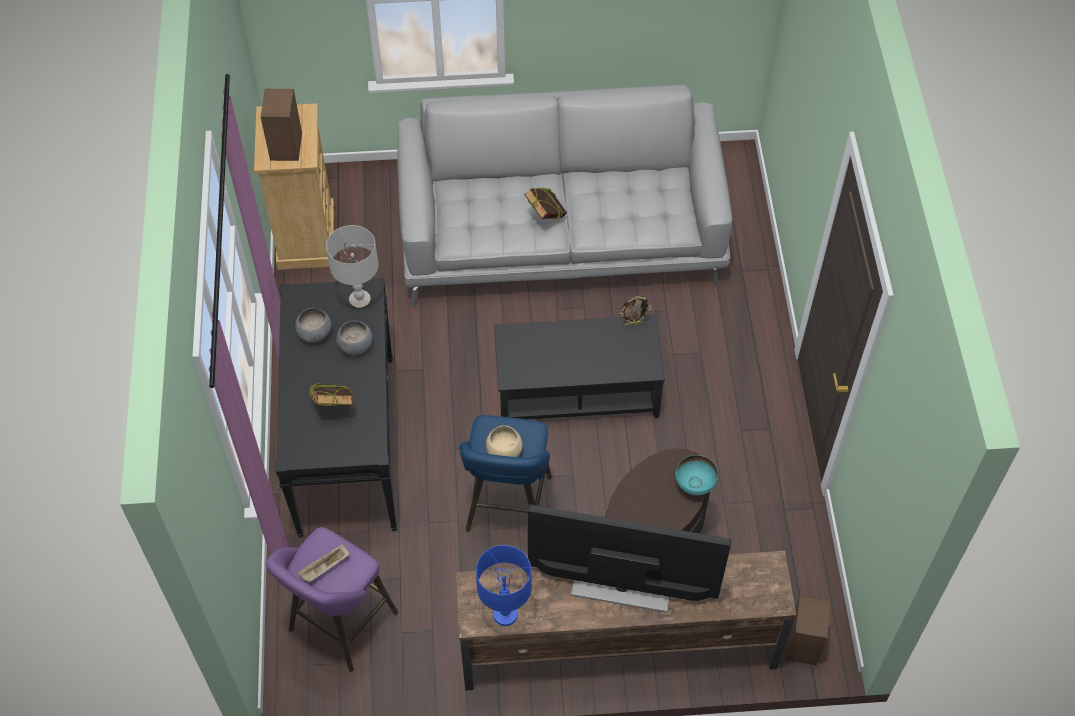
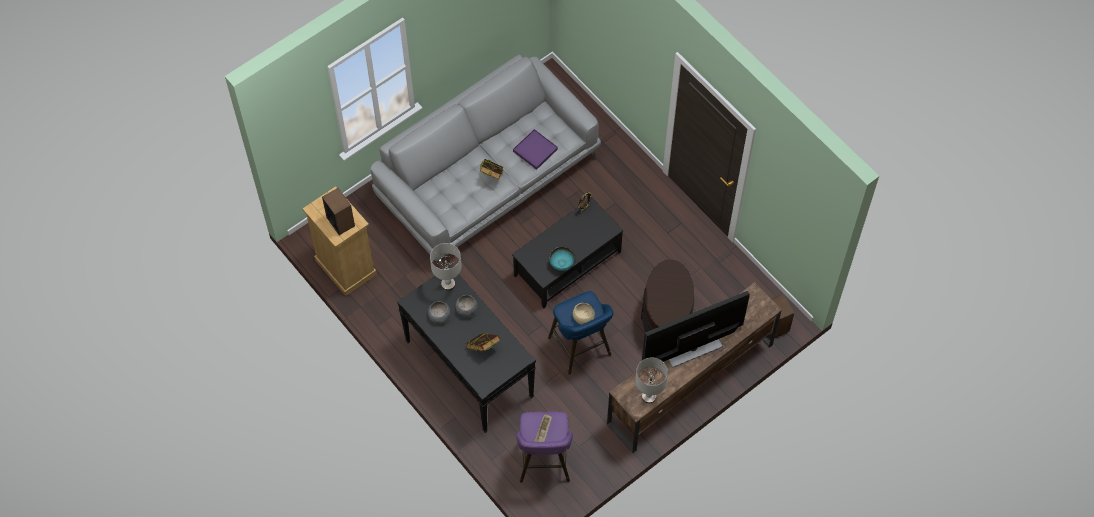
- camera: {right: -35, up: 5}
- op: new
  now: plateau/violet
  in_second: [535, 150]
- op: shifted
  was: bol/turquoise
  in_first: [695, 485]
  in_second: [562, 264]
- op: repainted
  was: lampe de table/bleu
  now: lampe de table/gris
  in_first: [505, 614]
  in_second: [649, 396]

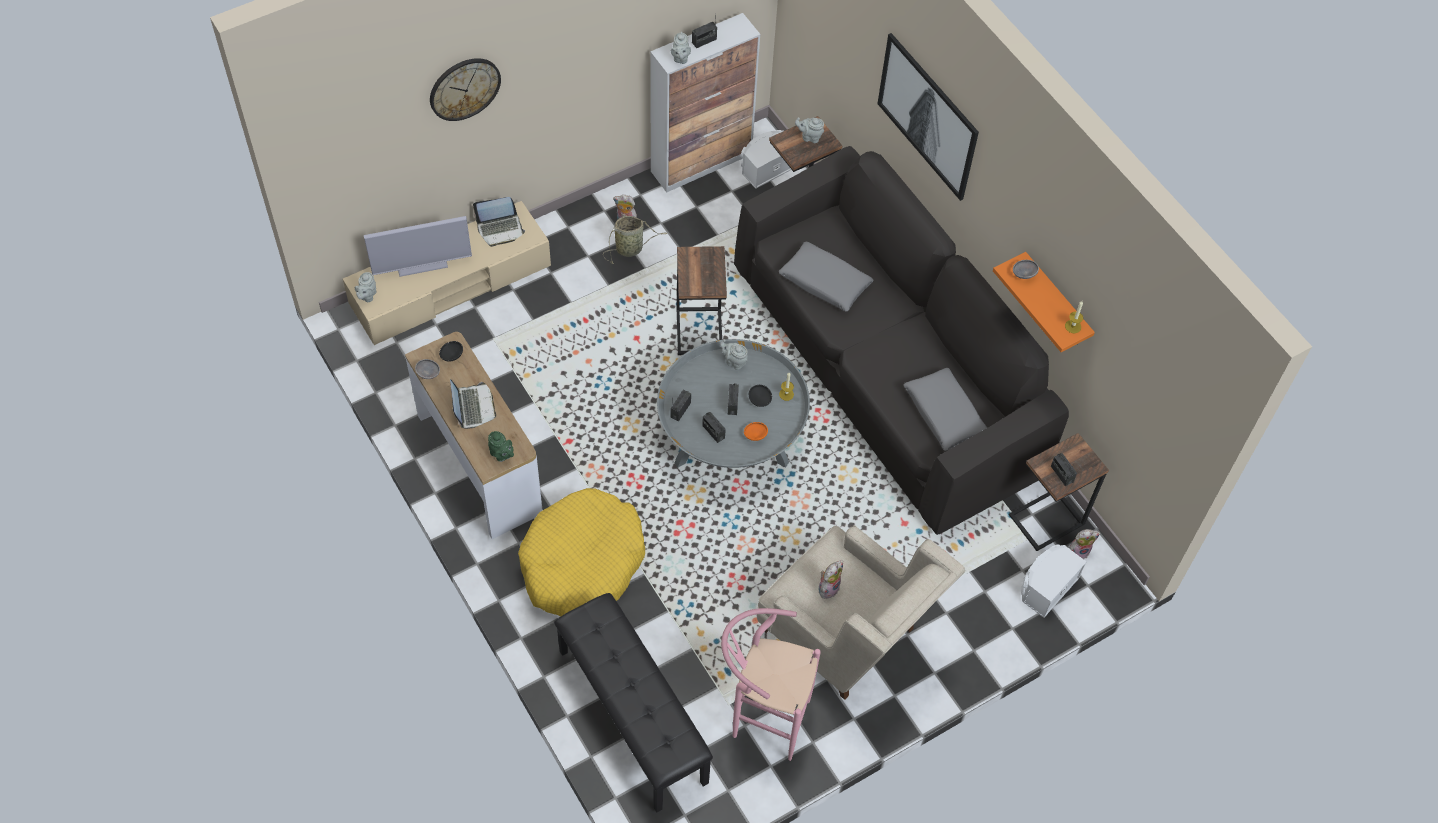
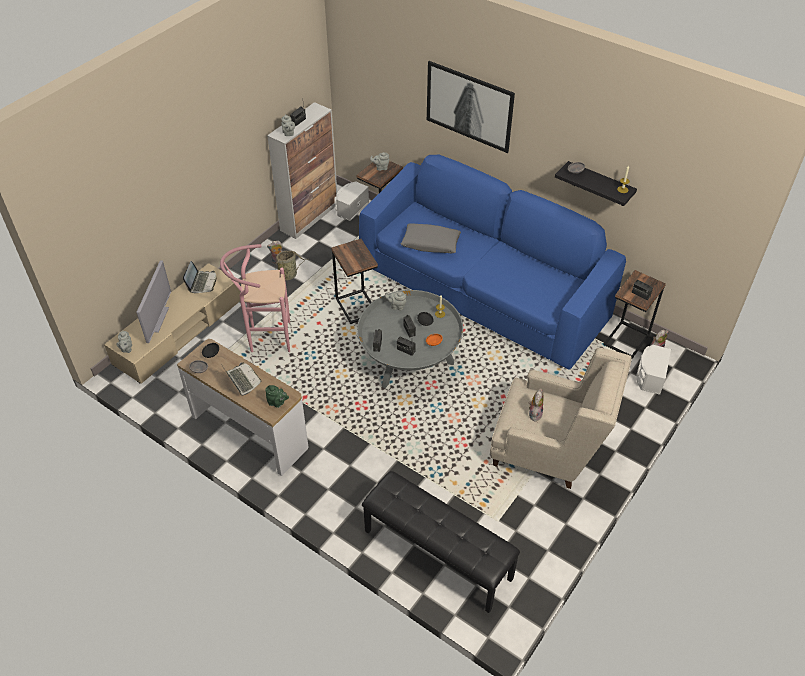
- camera: {right: -20, up: -10}
- op: rotated
  was: téléviseur
  in_first: [422, 265]
  in_second: [157, 319]
  clockwise: -45
- op: rotated
  was: ordinateur portable
  in_first: [500, 229]
  in_second: [202, 282]
  clockwise: -45
- op: shifted
  was: tabouret/rose
  in_first: [762, 718]
  in_second: [265, 338]
- op: repainted
  was: canapé/noir
  now: canapé/bleu
  in_first: [885, 370]
  in_second: [483, 291]
- op: repainted
  was: étagère/orange
  now: étagère/noir
  in_first: [1056, 302]
  in_second: [600, 185]
- op: gone
  was: horloge murale
  in_first: [464, 88]
- op: gone
  was: panier pour chien/jaune
  in_first: [582, 563]
- op: gone
  was: coussin/gris
  in_first: [944, 414]

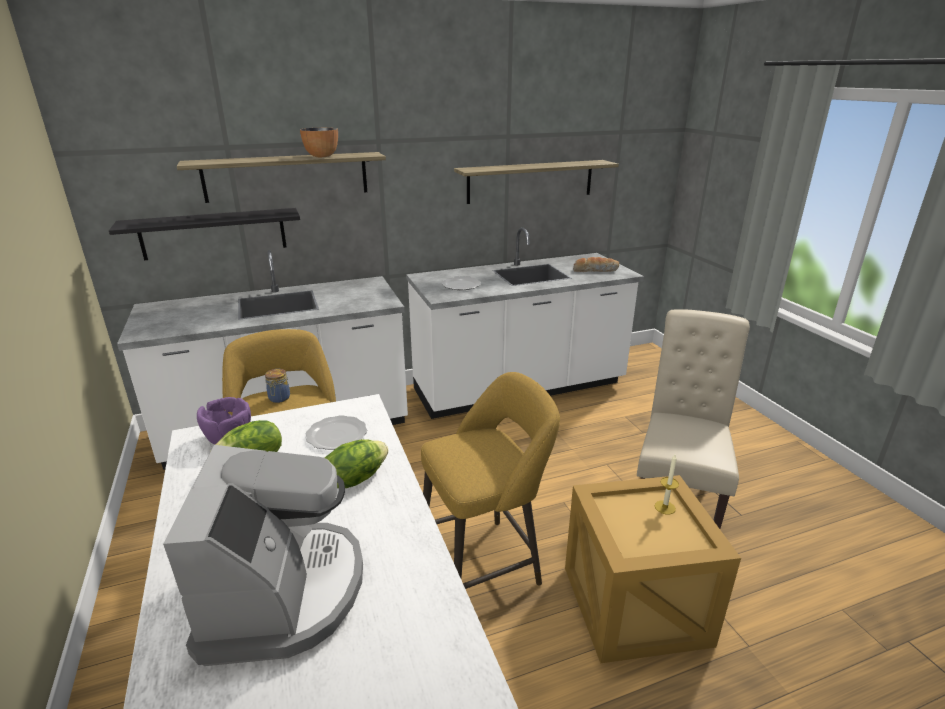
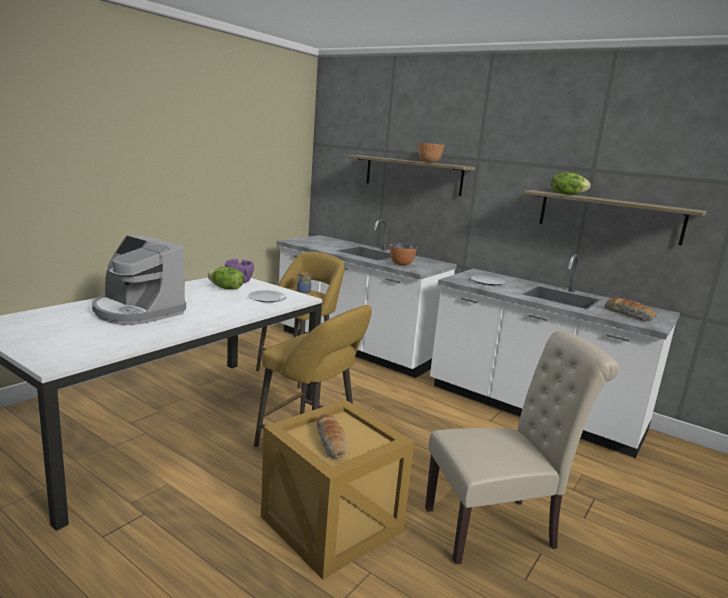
- camera: {right: 55, up: -10}
- op: rotated
  was: machine à café
  in_first: [283, 592]
  in_second: [137, 311]
  clockwise: 75
- op: new
  now: pain
  in_second: [331, 442]
- op: new
  now: bol
  in_second: [401, 264]
- op: shifted
  was: laitue
  in_first: [355, 478]
  in_second: [567, 194]
- op: gone
  was: étagère/noir
  in_first: [214, 233]
- op: gone
  was: bougie
  in_first: [665, 507]

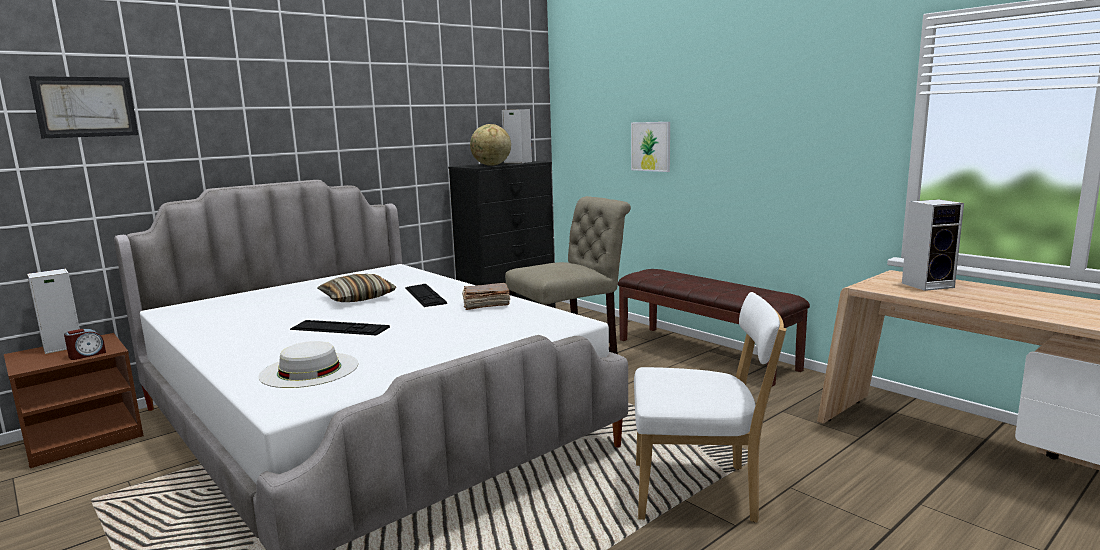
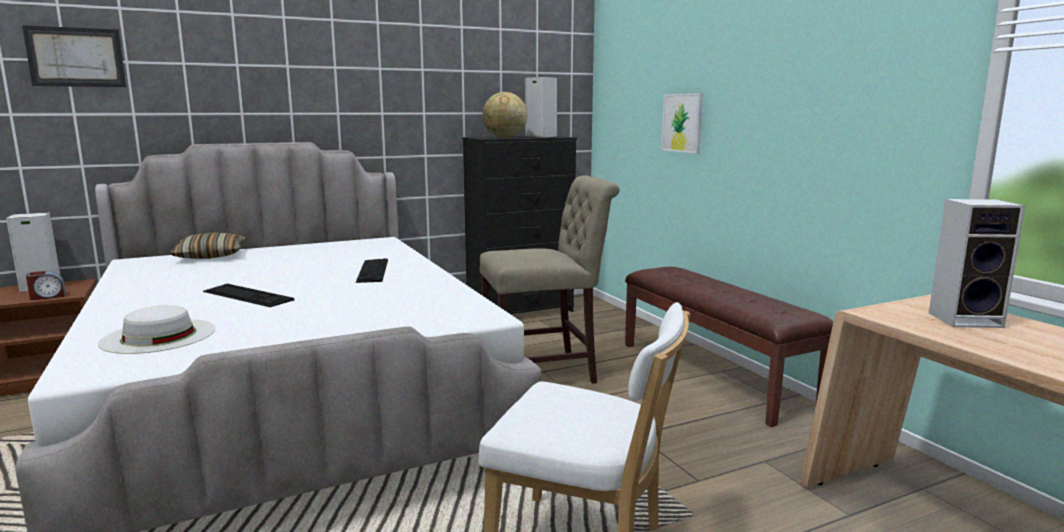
- camera: {right: 15, up: 0}
- op: shifted
  was: coussin
  in_first: [357, 298]
  in_second: [211, 256]
- op: gone
  was: livre/marron
  in_first: [485, 305]

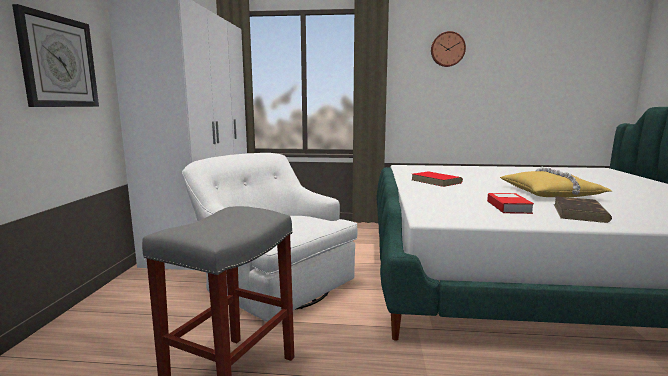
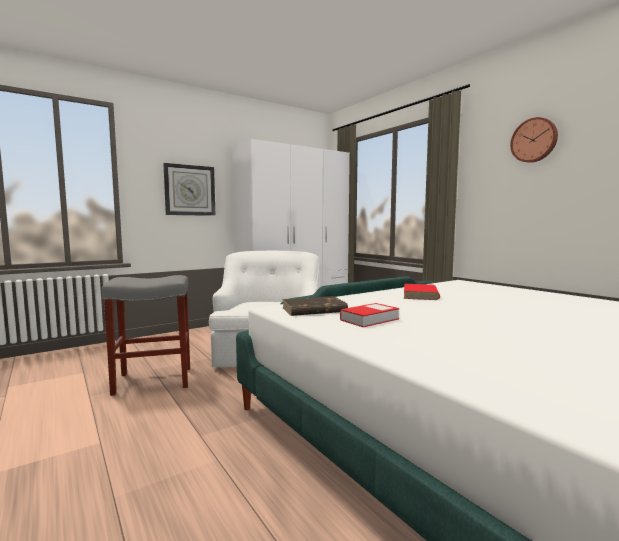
- camera: {right: 50, up: -5}
- op: shifted
  was: livre/marron
  in_first: [580, 213]
  in_second: [313, 310]
- op: gone
  was: coussin/jaune
  in_first: [550, 193]

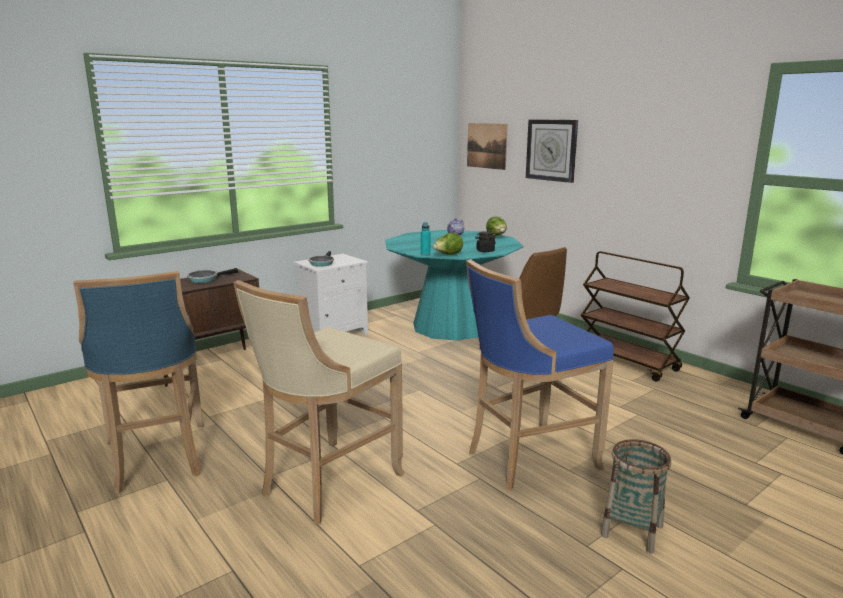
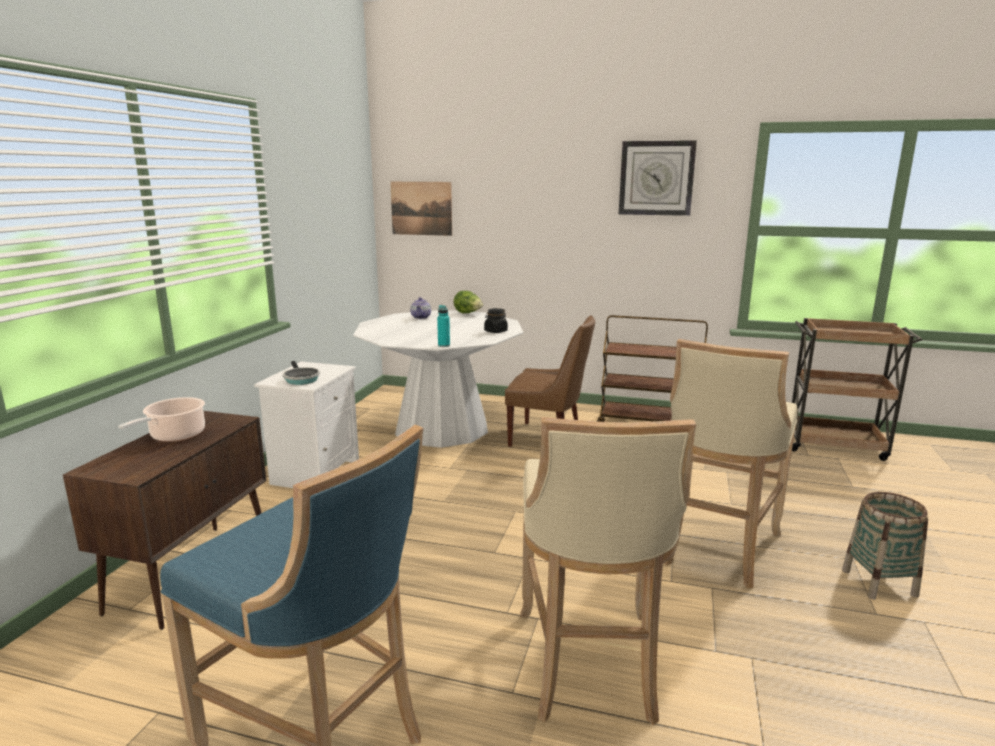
- camera: {right: -35, up: 0}
- op: swapped
  was: poêle
  now: marmite
  in_first: [205, 279]
  in_second: [175, 436]
- op: repainted
  was: table à manger/turquoise
  now: table à manger/blanc
  in_first: [451, 326]
  in_second: [442, 428]
- op: shifted
  was: horloge murale
  in_first: [551, 150]
  in_second: [656, 178]
- op: repainted
  was: tabouret/bleu
  now: tabouret/beige
  in_first: [527, 459]
  in_second: [716, 549]
- op: gone
  was: laitue
  in_first: [448, 255]

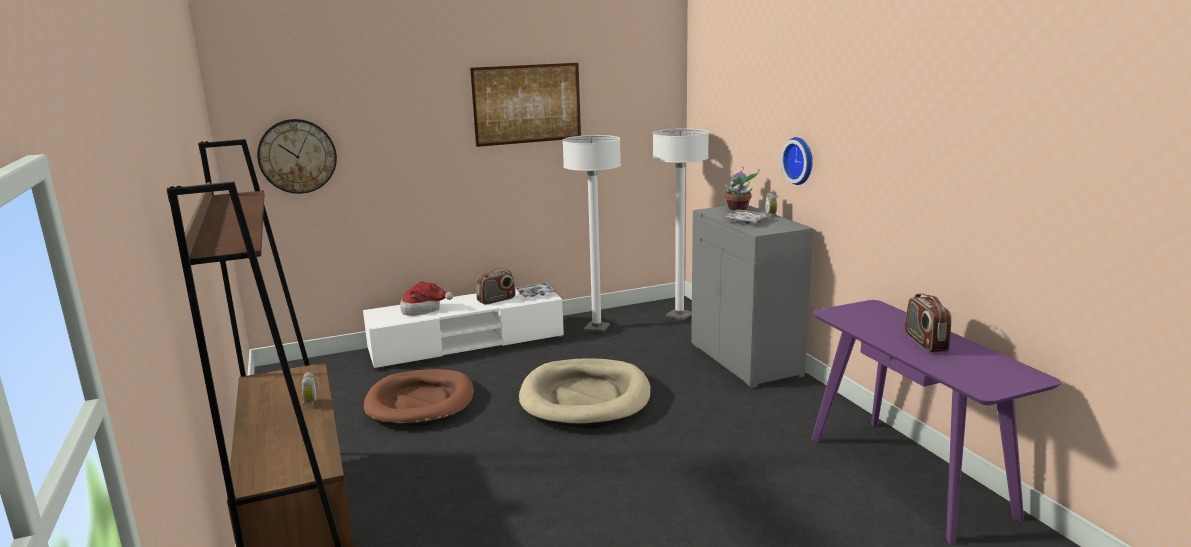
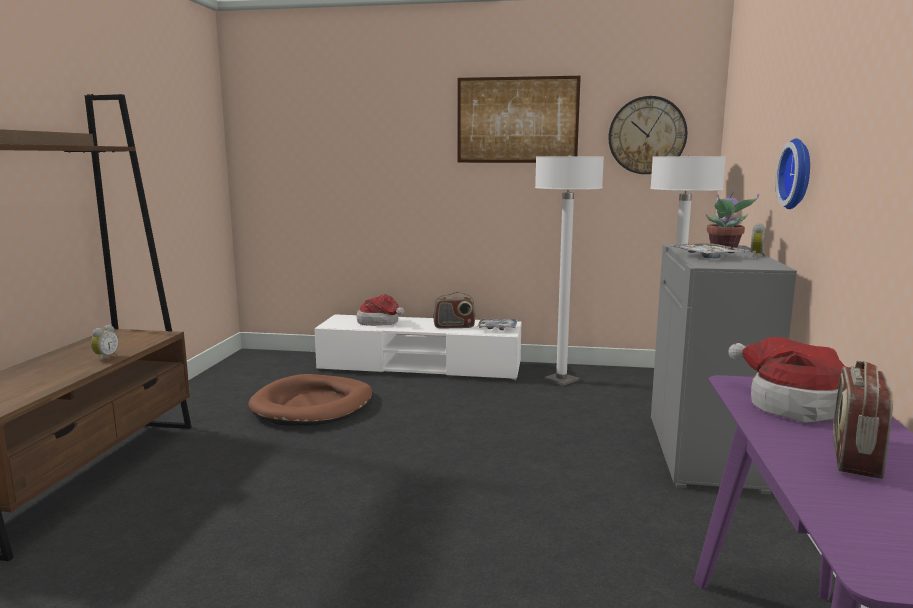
- camera: {right: 30, up: -5}
- op: shifted
  was: horloge murale
  in_first: [297, 156]
  in_second: [647, 135]
- op: new
  now: chapeau
  in_second: [792, 405]
- op: gone
  was: panier pour chien/beige
  in_first: [585, 398]

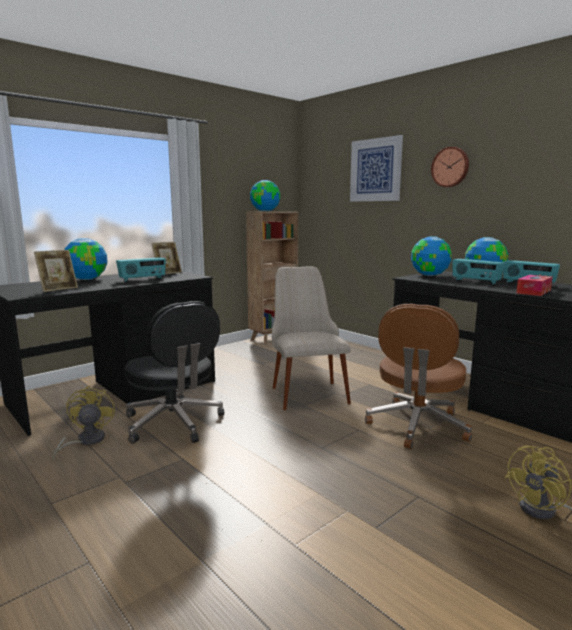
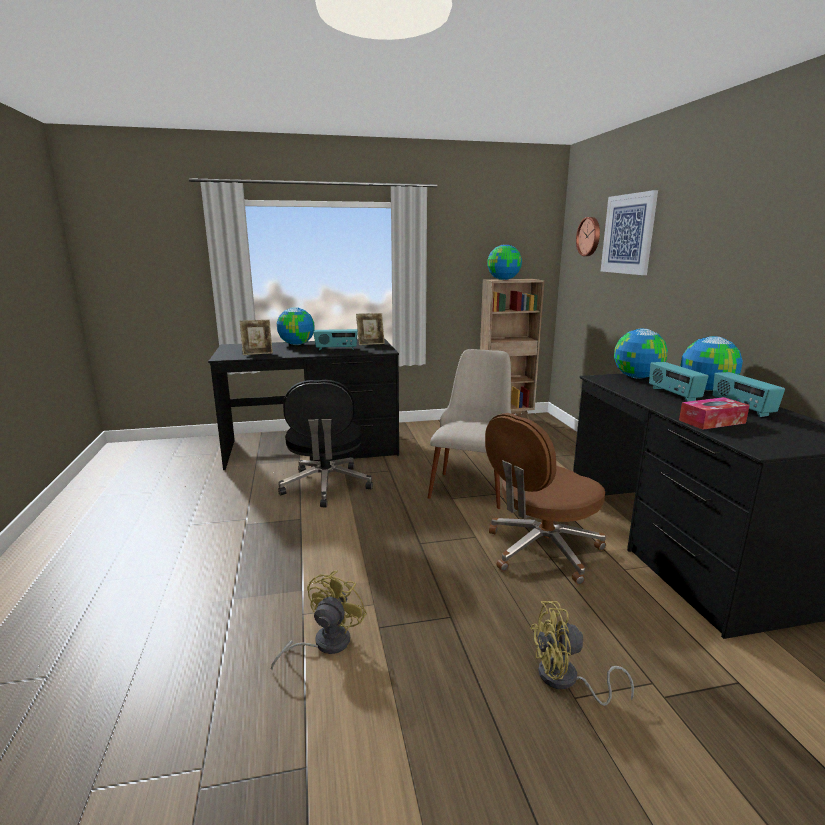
- camera: {right: 30, up: 5}
- op: shifted
  was: ventilateur/jaune
  in_first: [85, 441]
  in_second: [324, 644]
- op: shifted
  was: horloge murale
  in_first: [450, 167]
  in_second: [589, 236]

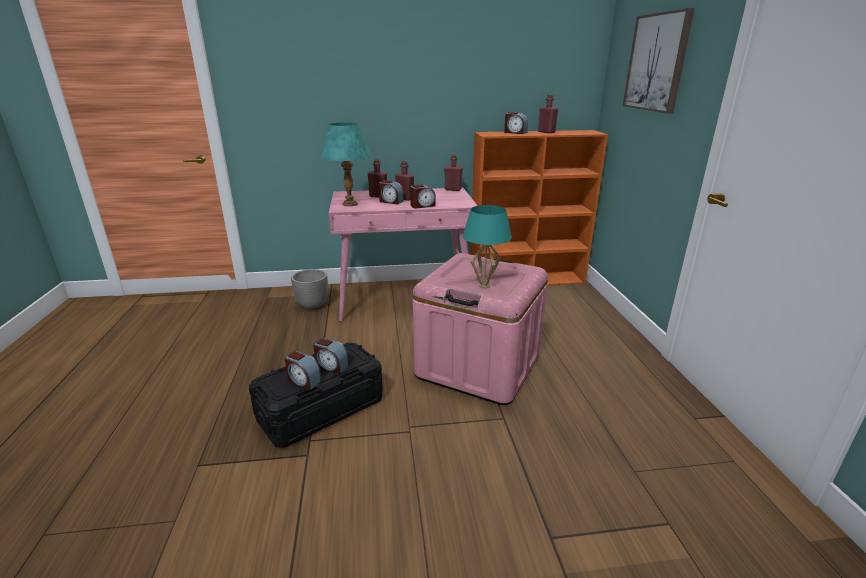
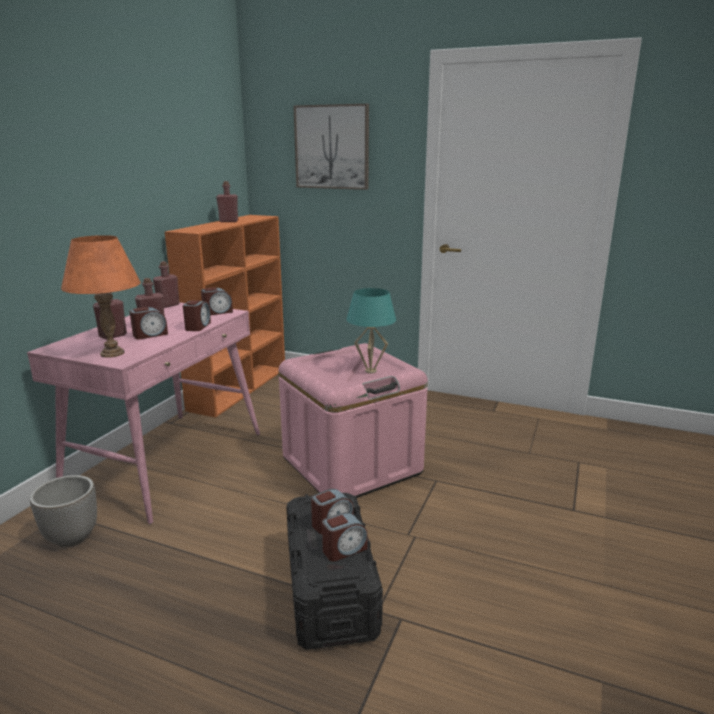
- camera: {right: -60, up: -5}
- op: repainted
  was: lampe de table/turquoise
  now: lampe de table/orange
  in_first: [350, 204]
  in_second: [113, 353]
- op: shifted
  was: réveil
  in_first: [515, 132]
  in_second: [217, 312]

